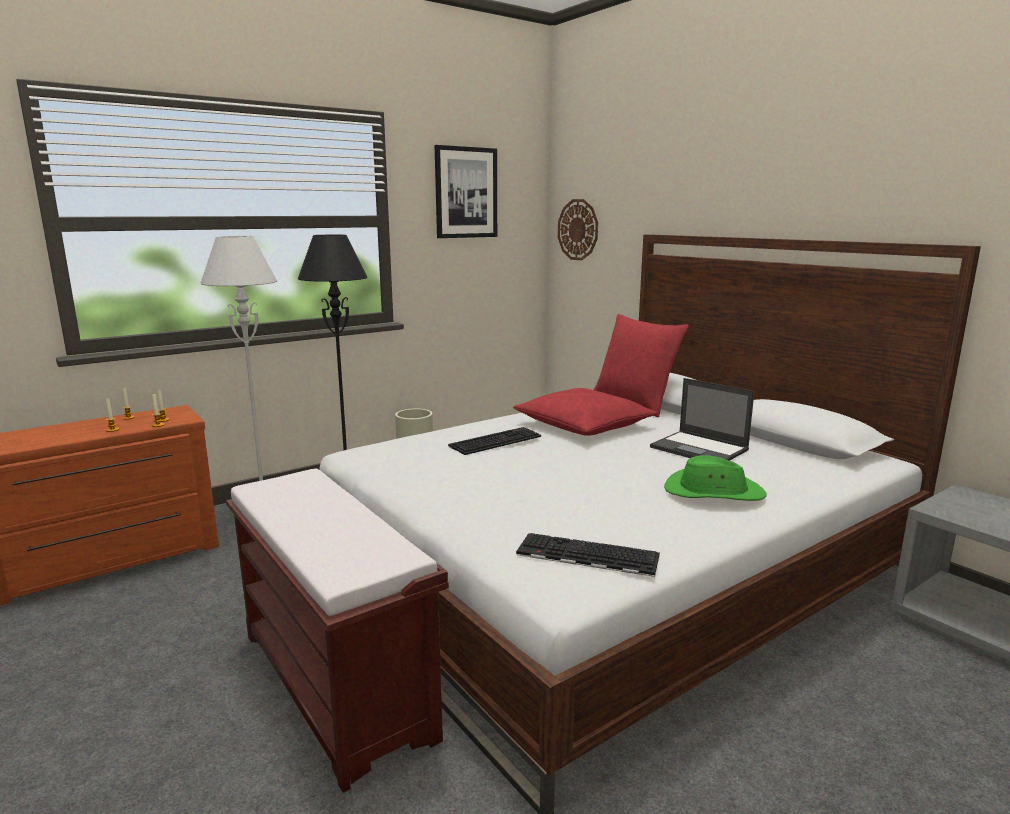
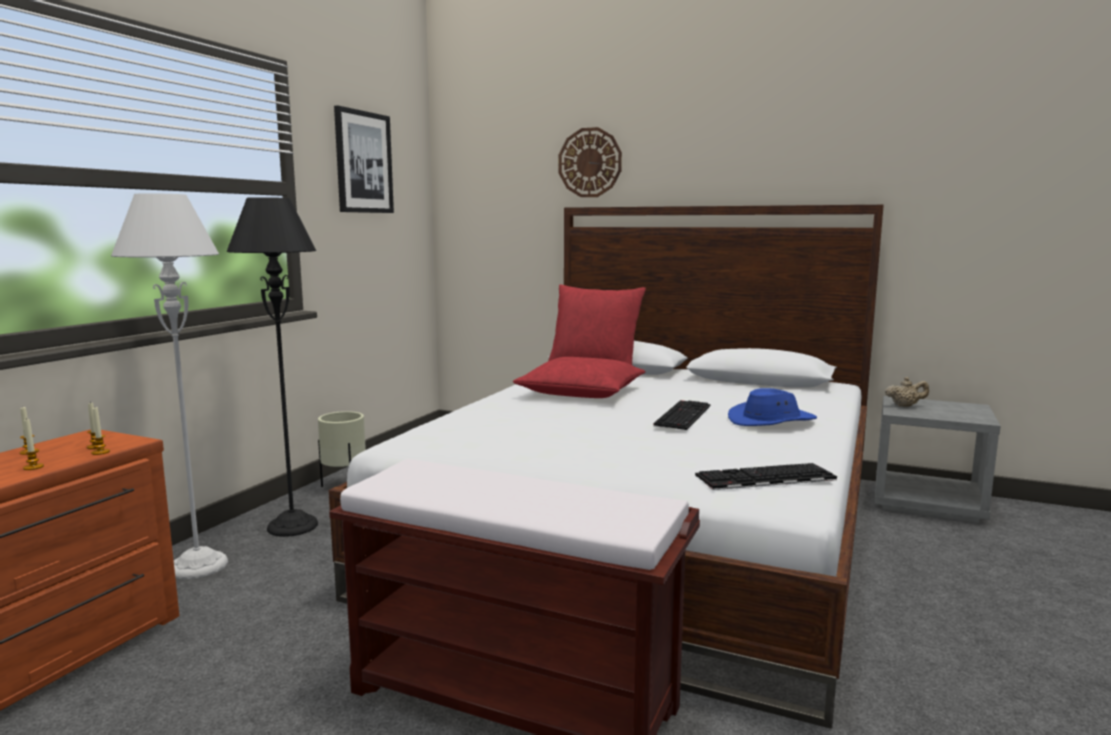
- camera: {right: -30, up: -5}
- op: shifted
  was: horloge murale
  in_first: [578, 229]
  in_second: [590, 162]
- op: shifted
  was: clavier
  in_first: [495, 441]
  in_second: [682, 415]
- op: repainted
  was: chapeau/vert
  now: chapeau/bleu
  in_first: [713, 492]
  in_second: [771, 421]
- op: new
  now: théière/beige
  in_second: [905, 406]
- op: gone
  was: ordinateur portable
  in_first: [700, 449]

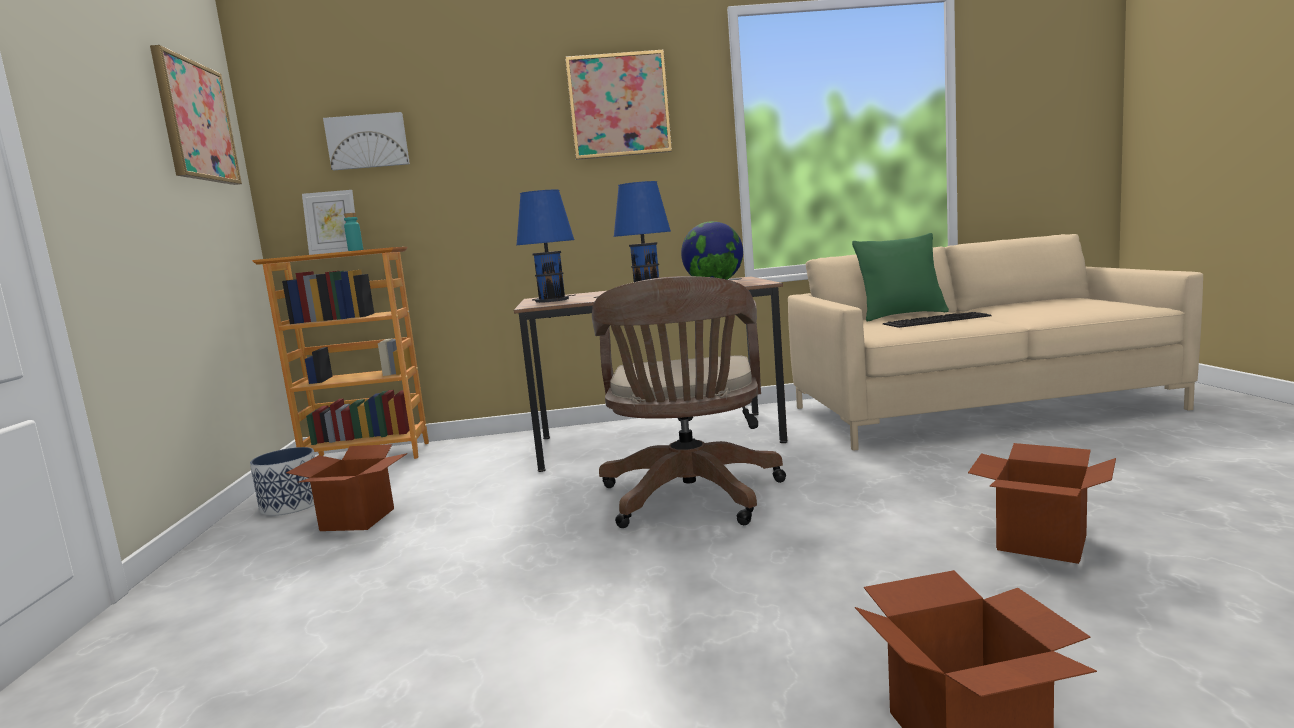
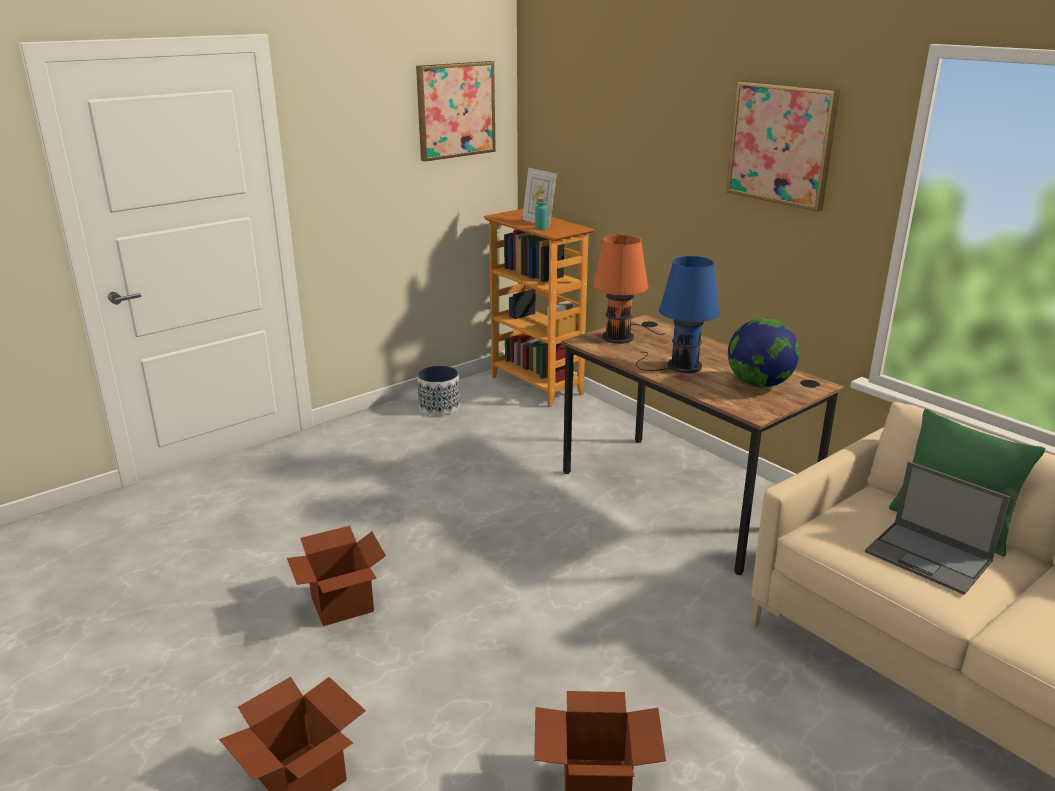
- camera: {right: 55, up: 15}
- op: shifted
  was: carton
  in_first: [357, 519]
  in_second: [342, 604]
- op: repainted
  was: lampe de table/bleu
  now: lampe de table/orange
  in_first: [552, 300]
  in_second: [620, 337]
- op: swapped
  was: clavier
  now: ordinateur portable
  in_first: [936, 320]
  in_second: [929, 557]
- op: gone
  was: tableau
  in_first: [368, 141]
- op: gone
  was: chaise de bureau/marron
  in_first: [690, 499]

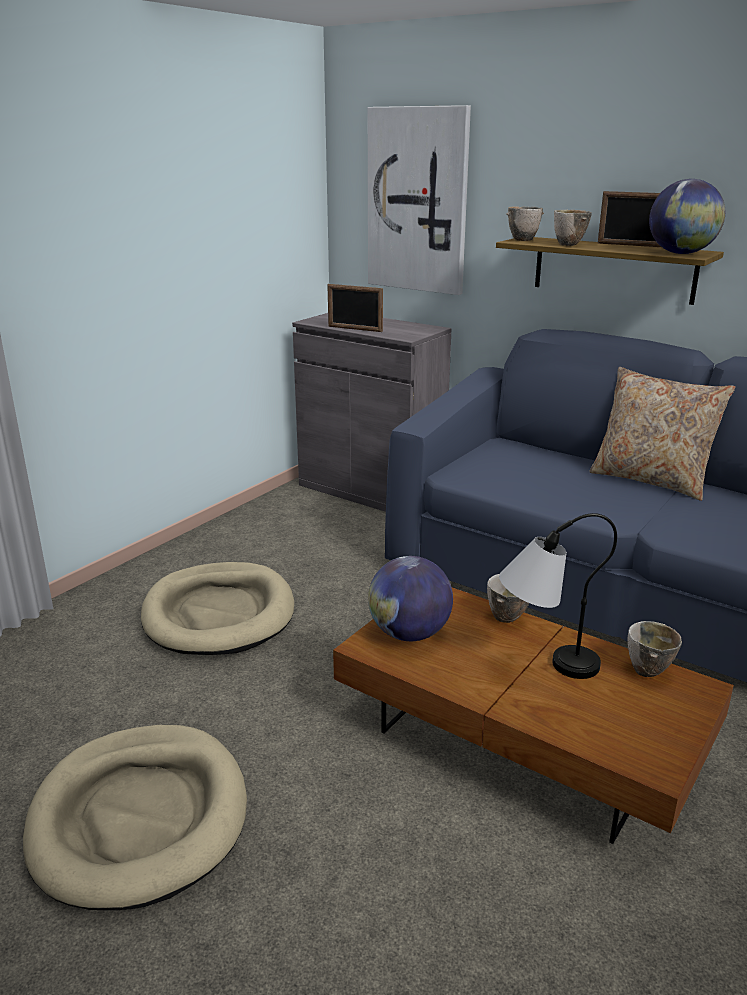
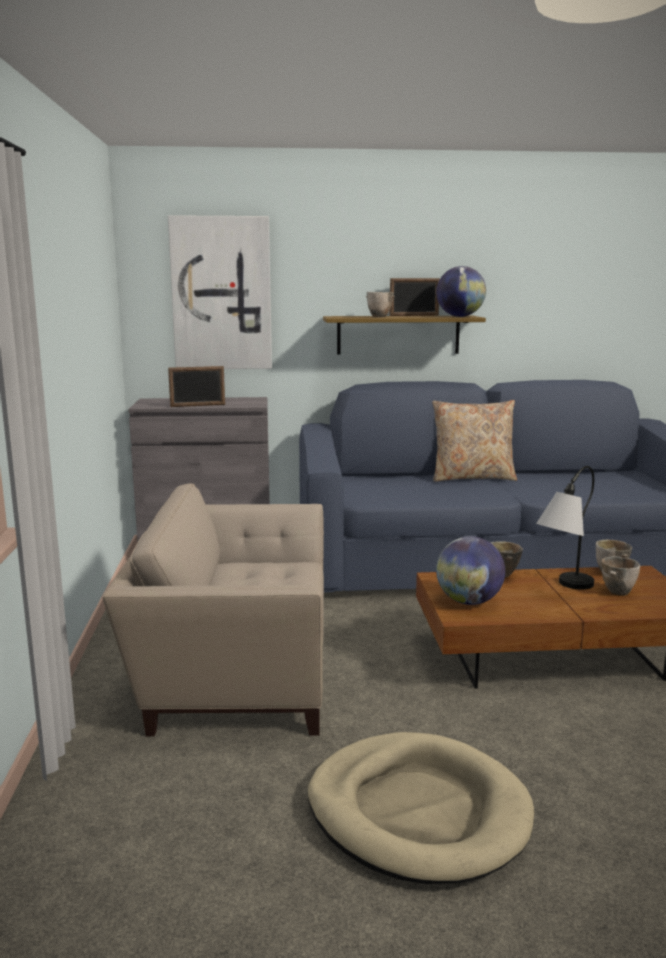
- camera: {right: -40, up: -10}
- op: swapped
  was: panier pour chien/beige
  now: fauteuil/beige
  in_first: [219, 614]
  in_second: [235, 673]
- op: shifted
  was: bol
  in_first: [524, 240]
  in_second: [618, 592]

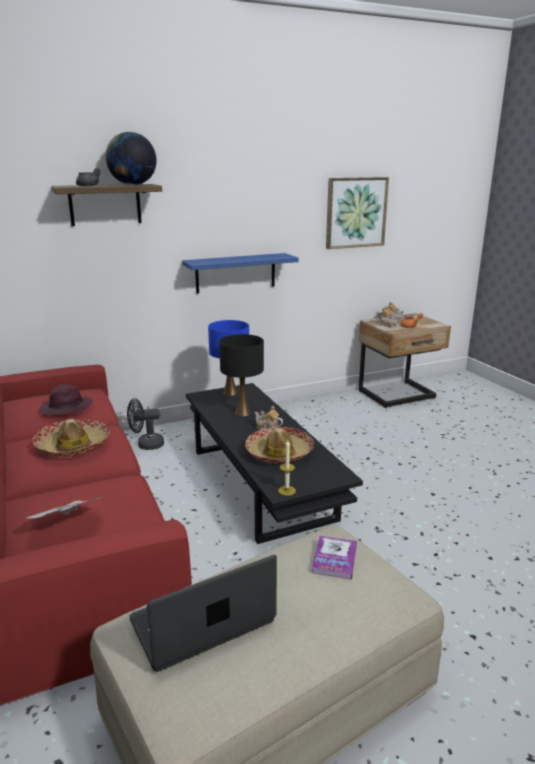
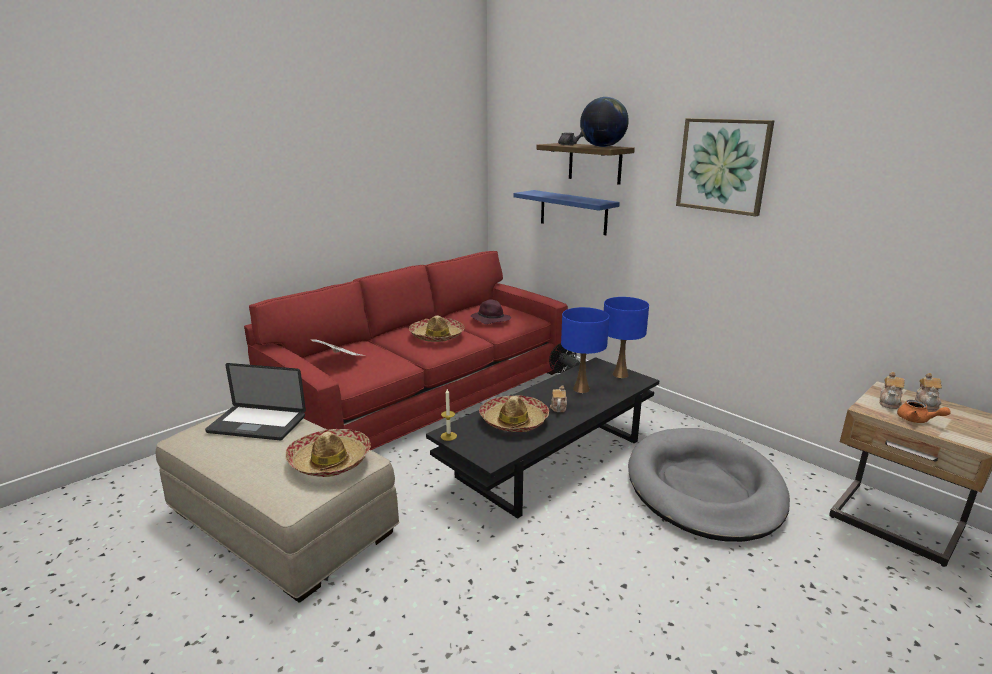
- camera: {right: 70, up: 0}
- op: rotated
  was: ordinateur portable
  in_first: [202, 621]
  in_second: [257, 424]
  clockwise: 150
- op: swapped
  was: livre
  now: chapeau
  in_first: [334, 558]
  in_second: [330, 461]
- op: shifted
  was: étagère/bleu
  in_first: [235, 273]
  in_second: [573, 212]
- op: repainted
  was: lampe de table/noir
  now: lampe de table/bleu
  in_first: [242, 413]
  in_second: [581, 389]
- op: new
  now: panier pour chien/gris
  in_second: [704, 488]
- op: shifted
  was: tableau
  in_first: [355, 212]
  in_second: [723, 165]

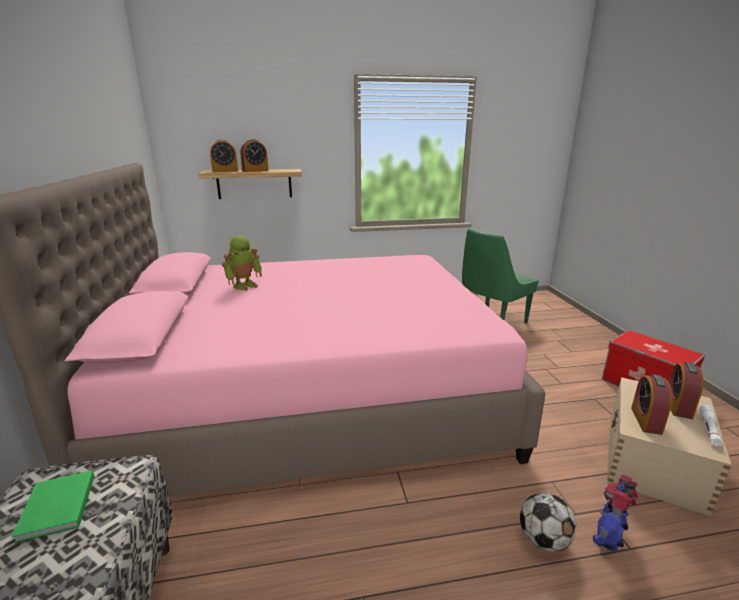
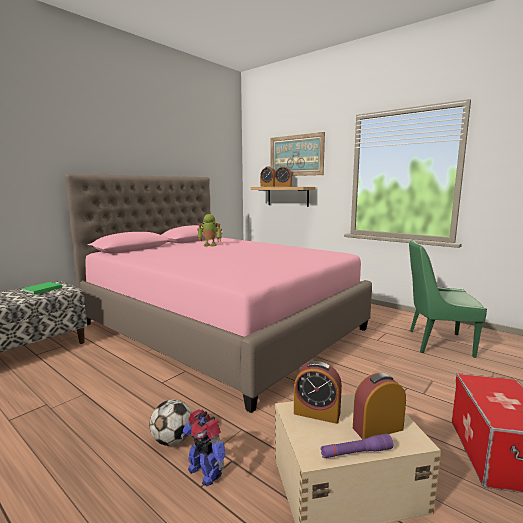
- camera: {right: 50, up: -10}
- op: rotated
  was: robot jouet
  in_first: [609, 536]
  in_second: [205, 471]
  clockwise: -135
- op: new
  now: tableau
  in_second: [296, 155]
- op: rotated
  was: réveil
  in_first: [646, 420]
  in_second: [317, 413]
  clockwise: -135
- op: repainted
  was: lampe de poche/blanc
  now: lampe de poche/violet
  in_first: [709, 429]
  in_second: [356, 452]

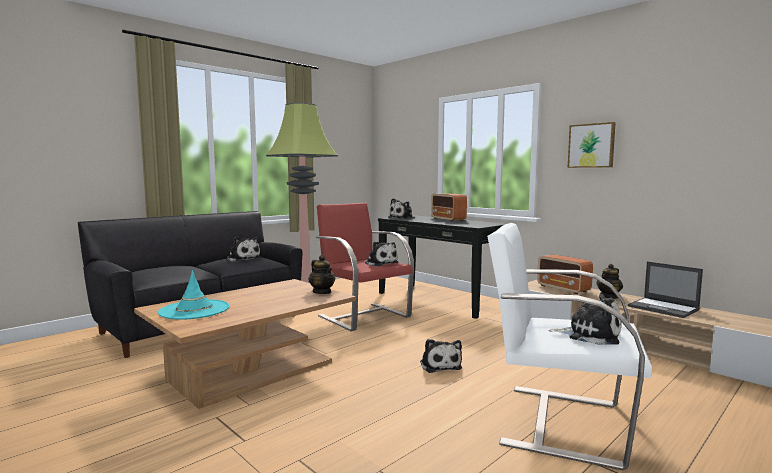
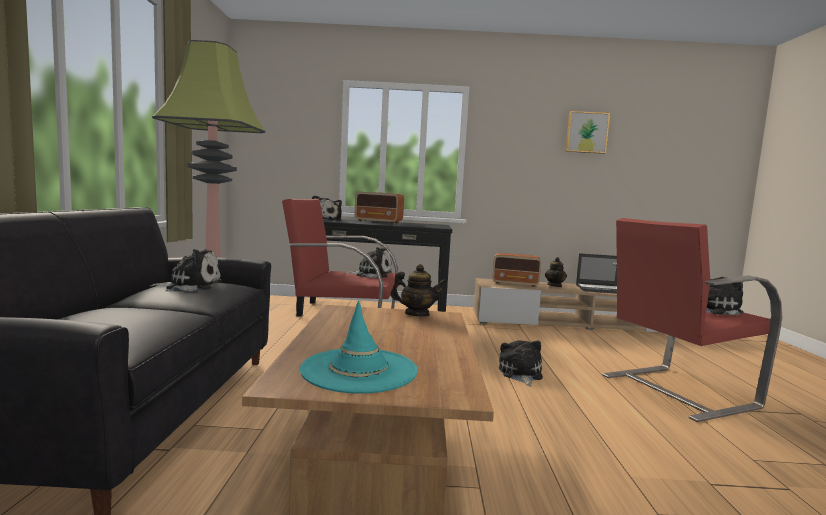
- camera: {right: -45, up: 0}
- op: rotated
  was: peluche
  in_first: [440, 365]
  in_second: [520, 374]
  clockwise: -120
- op: shifted
  was: tableau
  in_first: [591, 145]
  in_second: [586, 132]
- op: repainted
  was: fauteuil/blanc
  now: fauteuil/rouge
  in_first: [559, 422]
  in_second: [676, 391]

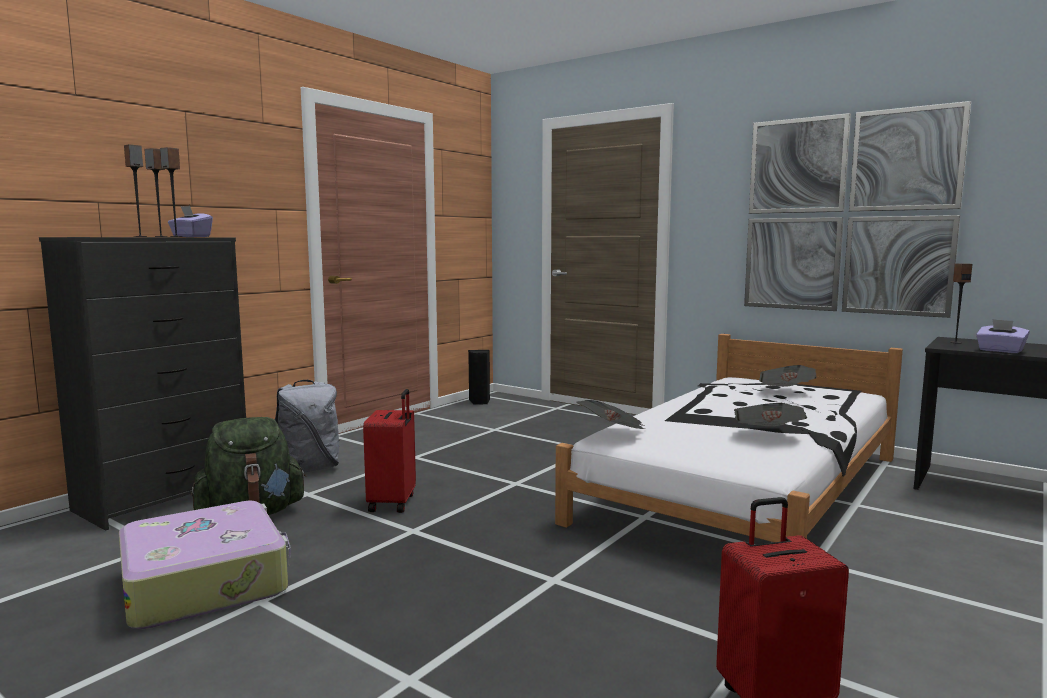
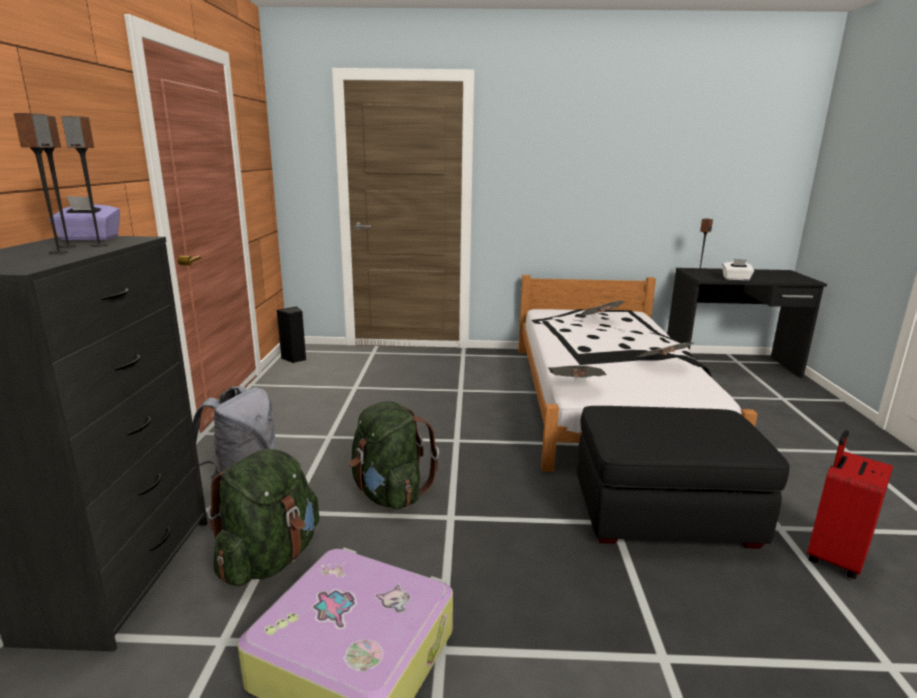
- camera: {right: -35, up: 10}
- op: swapped
  was: valise/rouge
  now: sac à dos/vert
  in_first: [393, 503]
  in_second: [389, 494]
- op: new
  now: pouf/noir
  in_second: [665, 515]
- op: repainted
  was: boîte à mouchoirs/violet
  now: boîte à mouchoirs/blanc
  in_first: [1000, 351]
  in_second: [736, 279]
- op: gone
  was: tableau
  in_first: [846, 214]

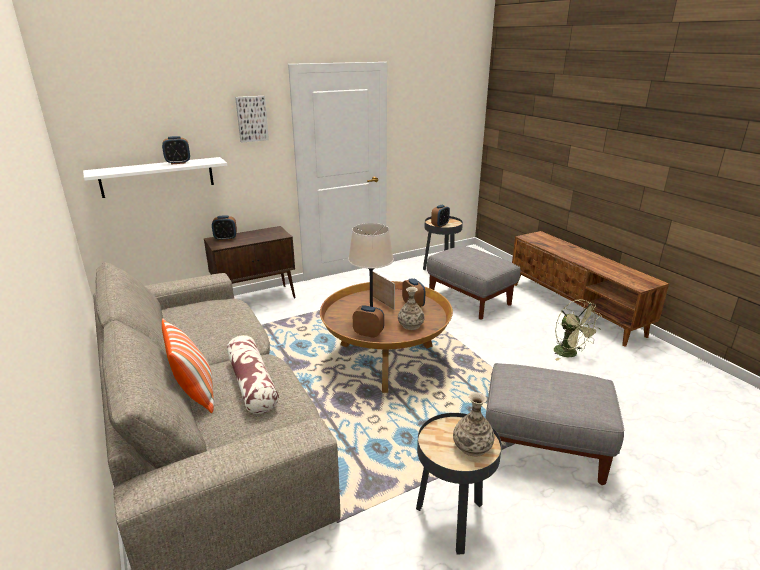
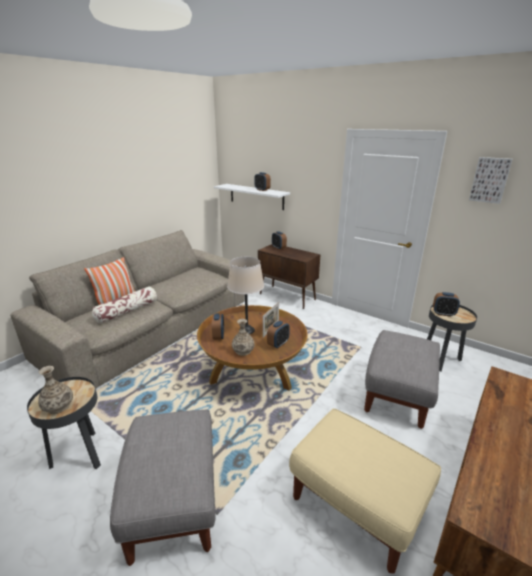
- camera: {right: 65, up: 0}
- op: swapped
  was: ventilateur/vert
  now: pouf/beige
  in_first: [570, 354]
  in_second: [357, 505]
- op: shifted
  was: tableau
  in_first: [251, 118]
  in_second: [490, 180]

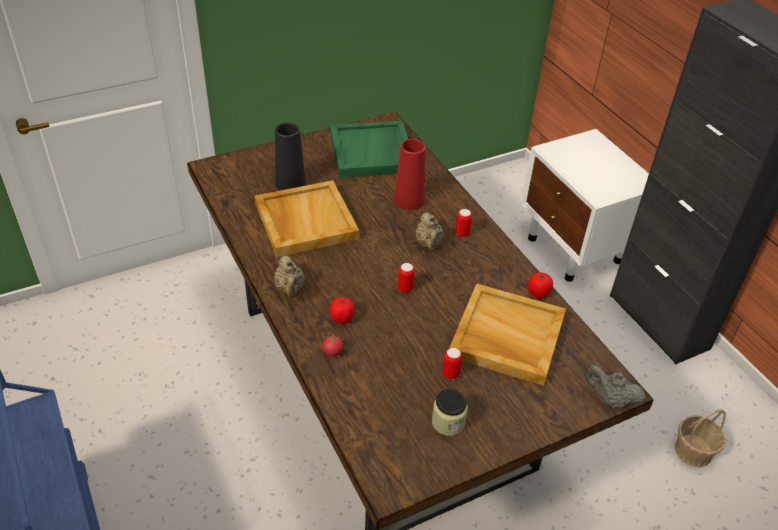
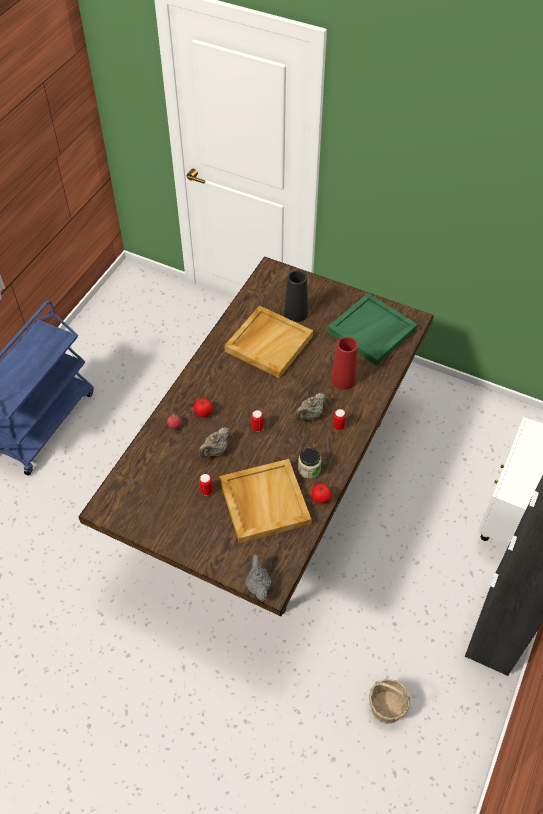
- camera: {right: 55, up: 10}
- op: shifted
  was: théière/beige
  in_first: [290, 289]
  in_second: [215, 451]
- op: shifted
  was: bocal
  in_first: [448, 422]
  in_second: [309, 469]

